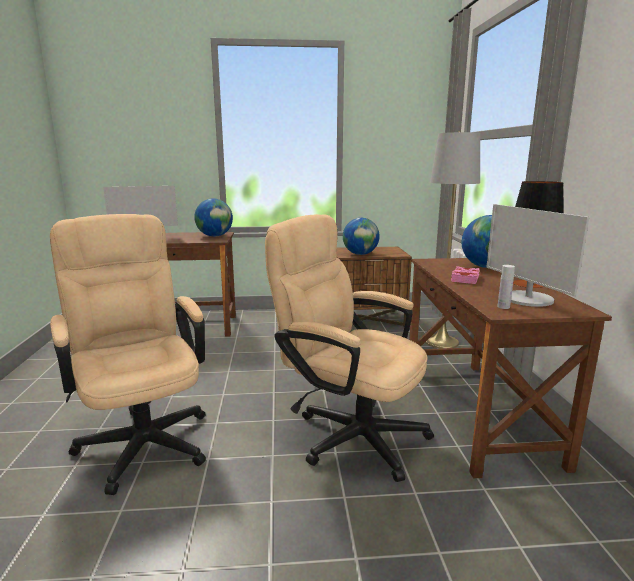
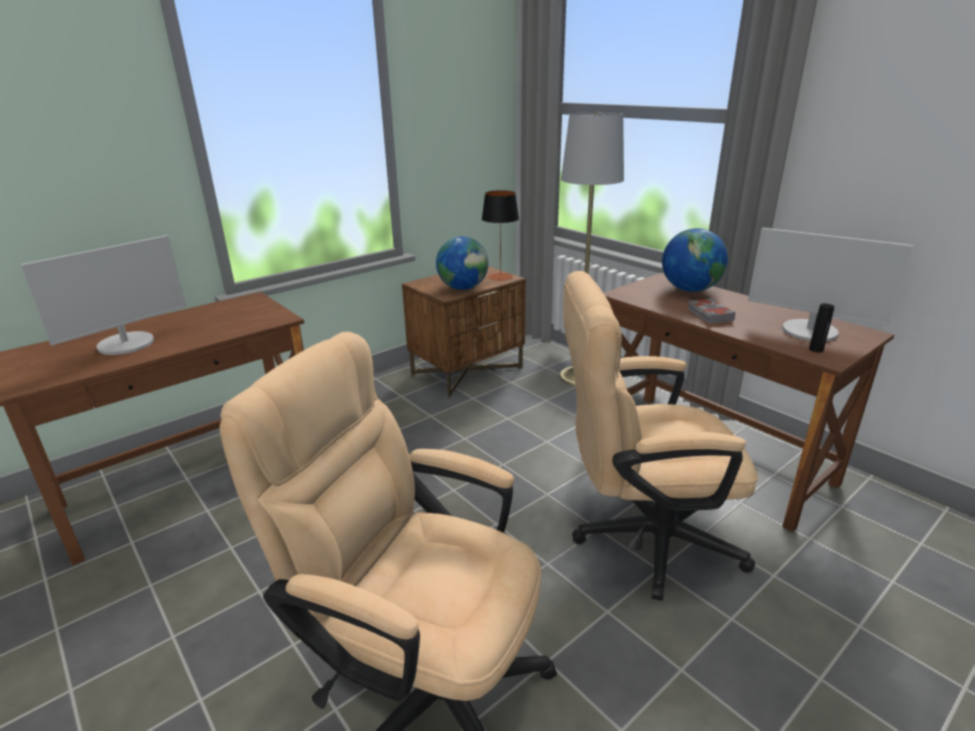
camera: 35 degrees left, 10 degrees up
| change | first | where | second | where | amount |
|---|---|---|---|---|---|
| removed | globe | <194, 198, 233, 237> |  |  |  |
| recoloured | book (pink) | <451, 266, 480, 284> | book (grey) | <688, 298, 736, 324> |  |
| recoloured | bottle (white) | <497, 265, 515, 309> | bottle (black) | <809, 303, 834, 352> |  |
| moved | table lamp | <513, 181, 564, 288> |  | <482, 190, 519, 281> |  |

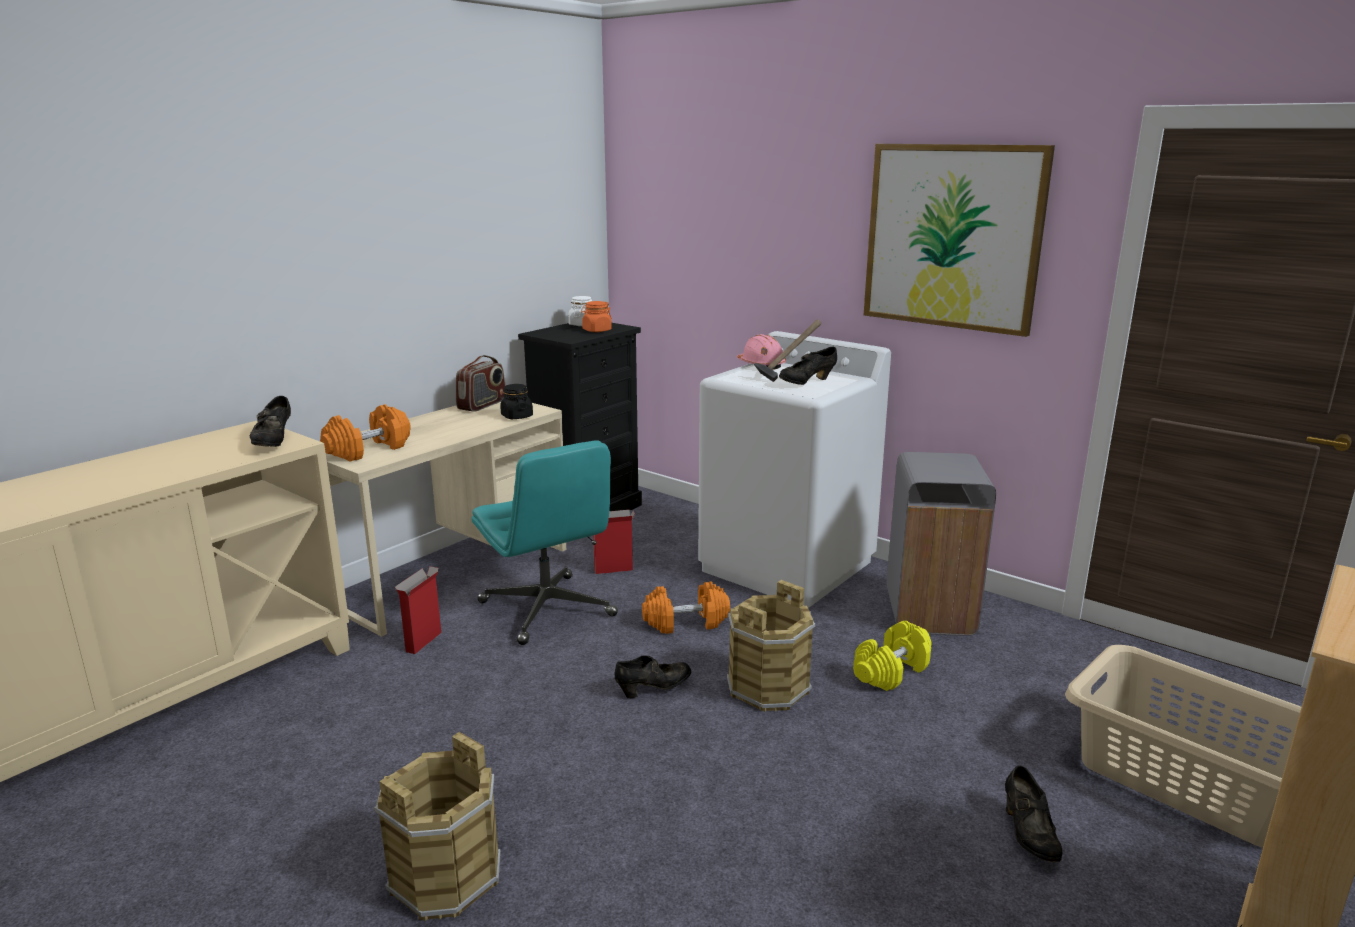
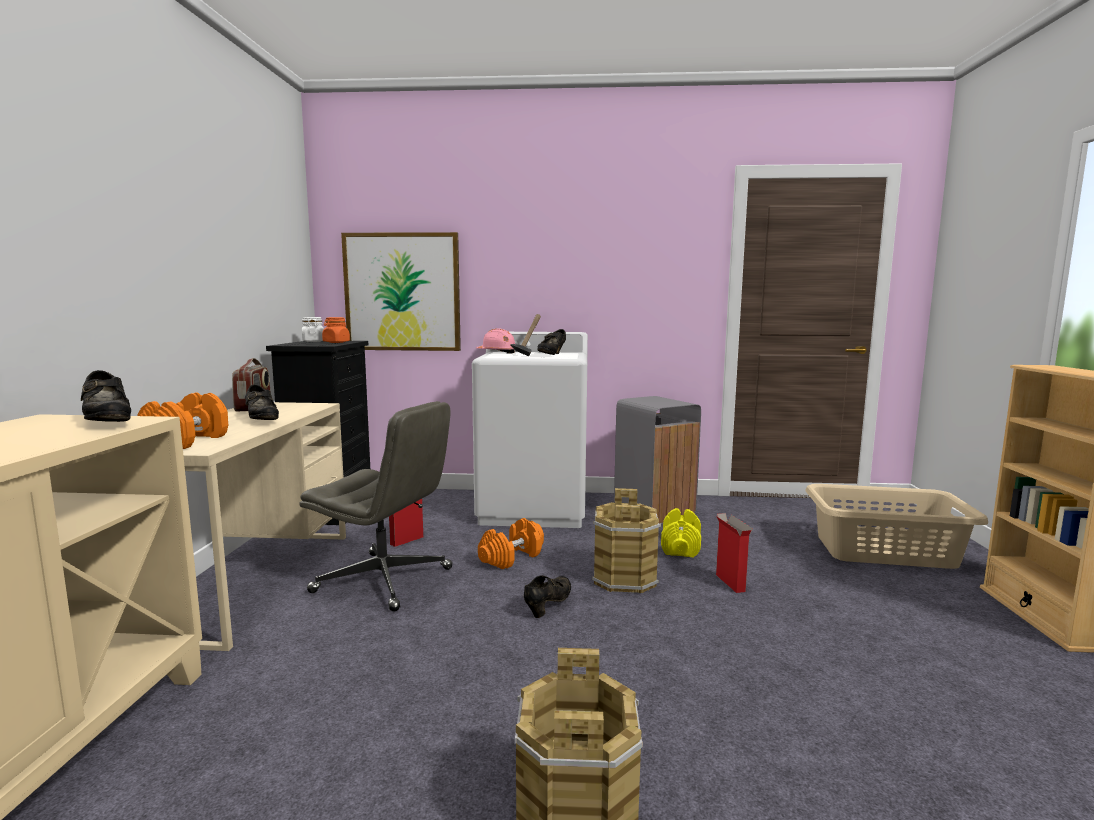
camera: 35 degrees left, 10 degrees down
| change | first | where | second | where | amount |
|---|---|---|---|---|---|
| moved | cardboard box | <395, 566, 441, 654> |  | <716, 513, 753, 593> |  |
| recoloured | office chair (turquoise) | <471, 440, 618, 645> | office chair (grey) | <299, 401, 453, 611> |  |
| removed | jar (black) | <500, 384, 533, 419> |  |  |  |
| moved | picture | <864, 144, 1055, 337> |  | <341, 232, 461, 351> |  |
| moved | shoe (black) | <1005, 766, 1062, 862> |  | <245, 385, 279, 420> |  |

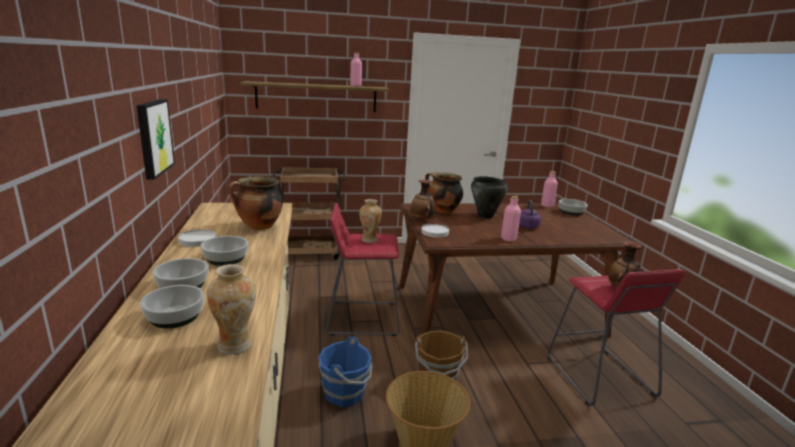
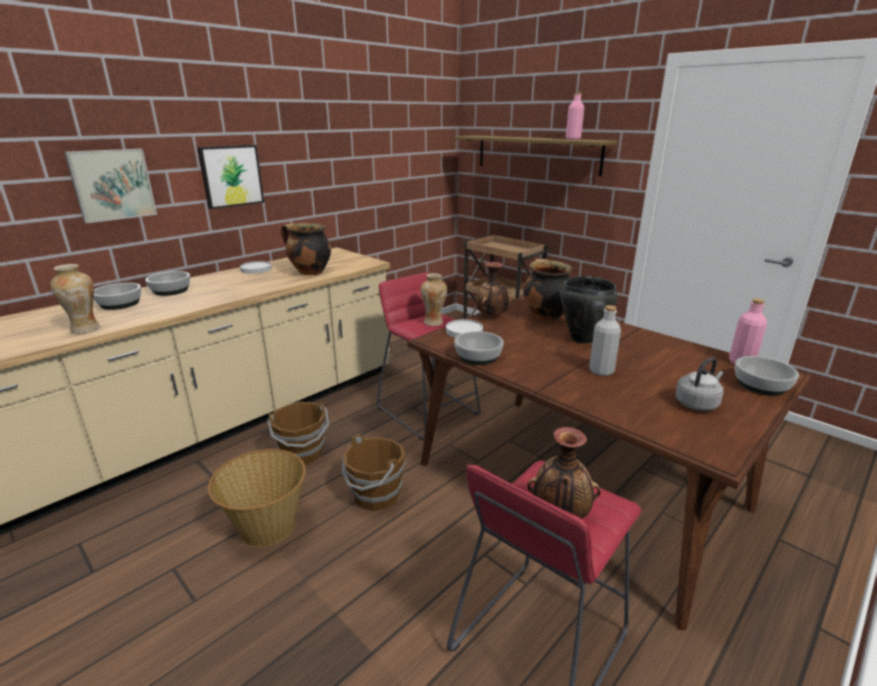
camera: 55 degrees right, 5 degrees up
| change | first | where | second | where | amount |
|---|---|---|---|---|---|
| moved | bowl | <201, 236, 248, 266> |  | <454, 331, 504, 365> |  |
| recoloured | bucket (blue) | <318, 337, 373, 407> | bucket (brown) | <267, 402, 329, 464> |  |
| removed | bottle (pink) | <501, 196, 521, 242> |  |  |  |
| replaced | kettle (purple) | <519, 200, 541, 229> | bottle (grey) | <589, 305, 621, 376> |  |
| added |  |  | picture | <64, 149, 157, 223> |  |
| added |  |  | kettle (grey) | <675, 357, 724, 411> |  |

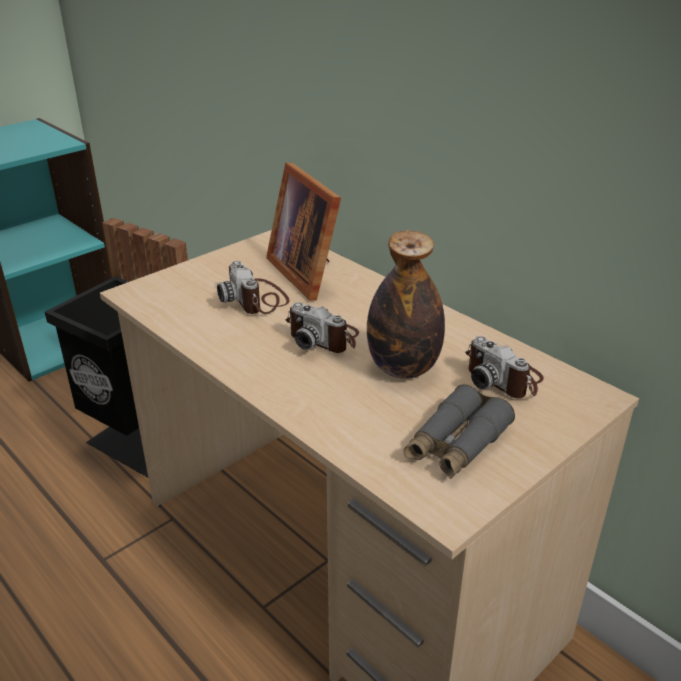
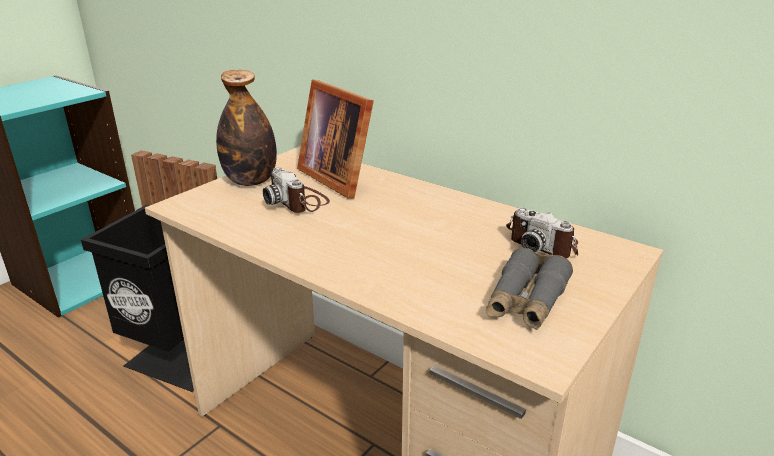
camera: 10 degrees left, 5 degrees down
| change | first | where | second | where | amount |
|---|---|---|---|---|---|
| removed | photo camera | <286, 302, 359, 353> |  |  |  |
| moved | bottle | <367, 231, 445, 379> |  | <216, 70, 277, 186> |  |

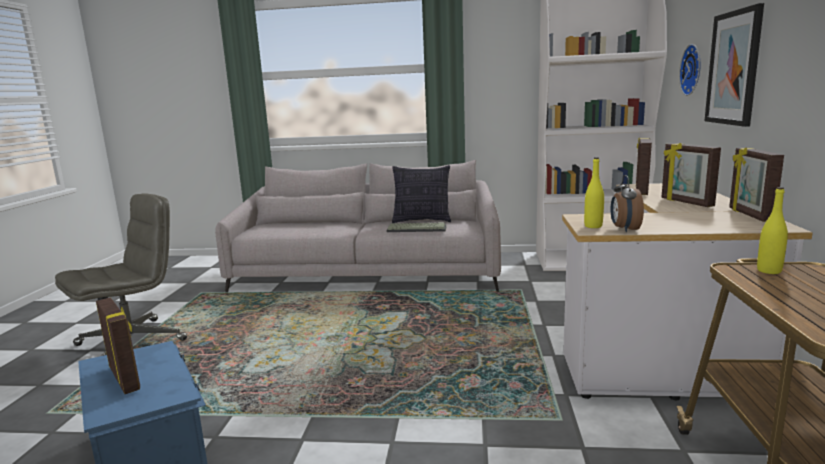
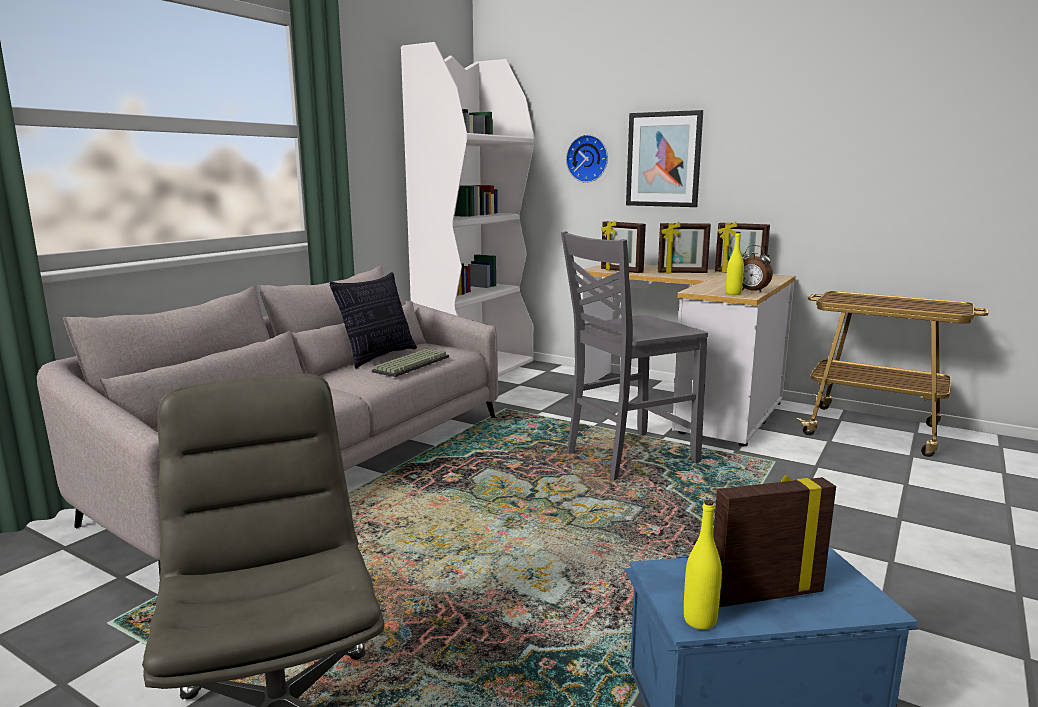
camera: 65 degrees left, 0 degrees up
| change | first | where | second | where | amount |
|---|---|---|---|---|---|
| moved | bottle (yellow) | <757, 187, 788, 274> |  | <684, 499, 722, 630> |  |
| added |  |  | chair (grey) | <561, 231, 708, 481> |  |

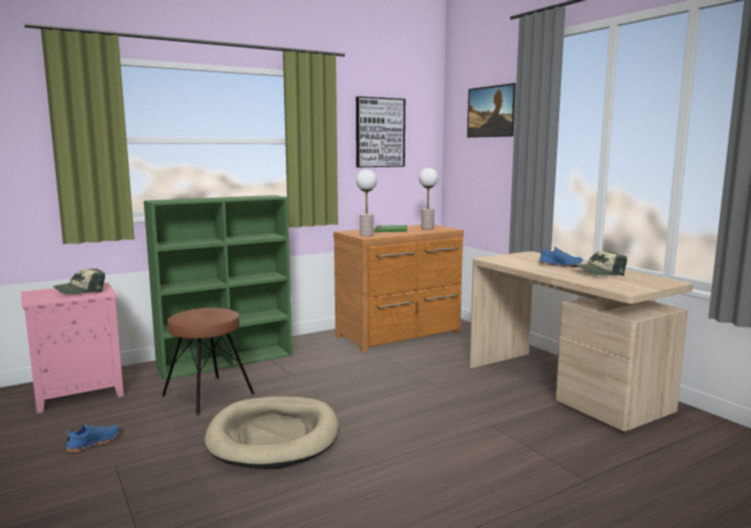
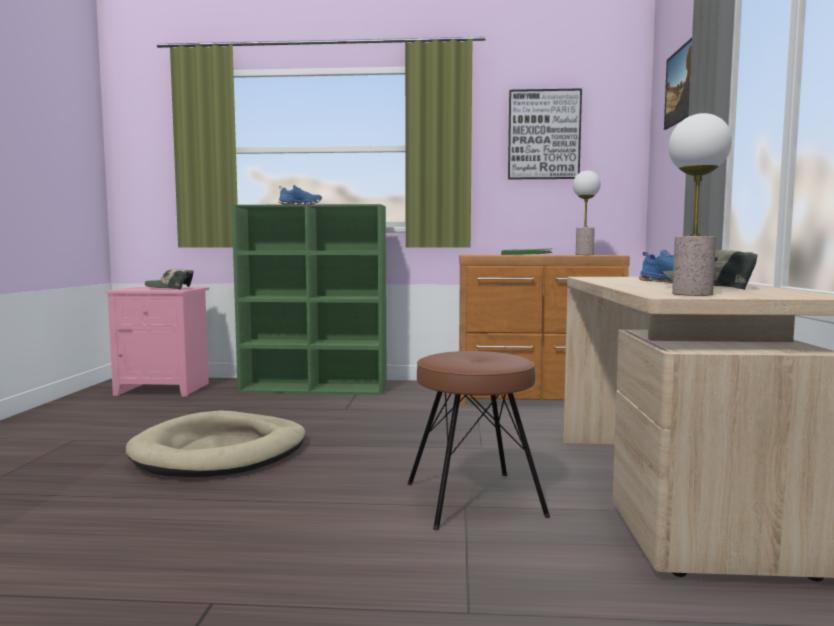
camera: 35 degrees right, 5 degrees down
| change | first | where | second | where | amount |
|---|---|---|---|---|---|
| moved | shoe (blue) | <65, 424, 120, 453> |  | <279, 185, 322, 205> |  |
| moved | stool (brown) | <162, 308, 255, 416> |  | <408, 351, 550, 530> |  |
| moved | table lamp | <356, 169, 377, 236> |  | <669, 113, 732, 296> |  |

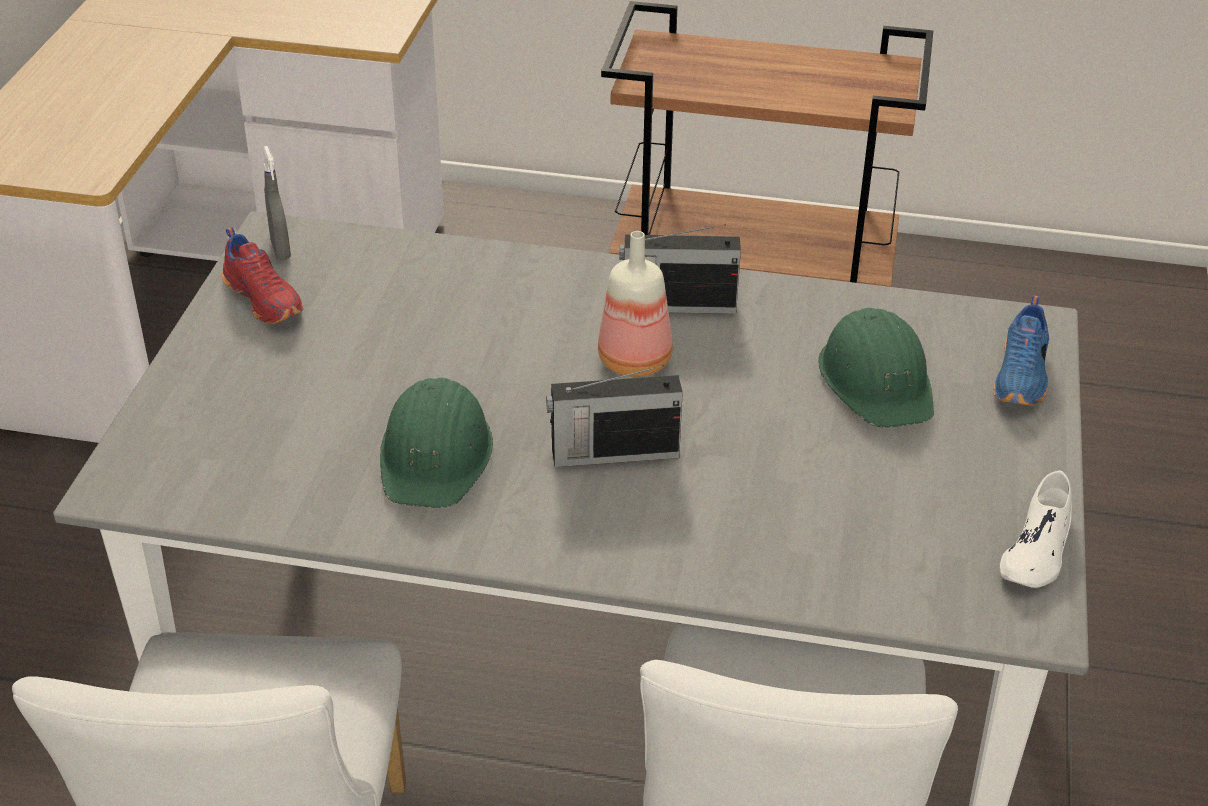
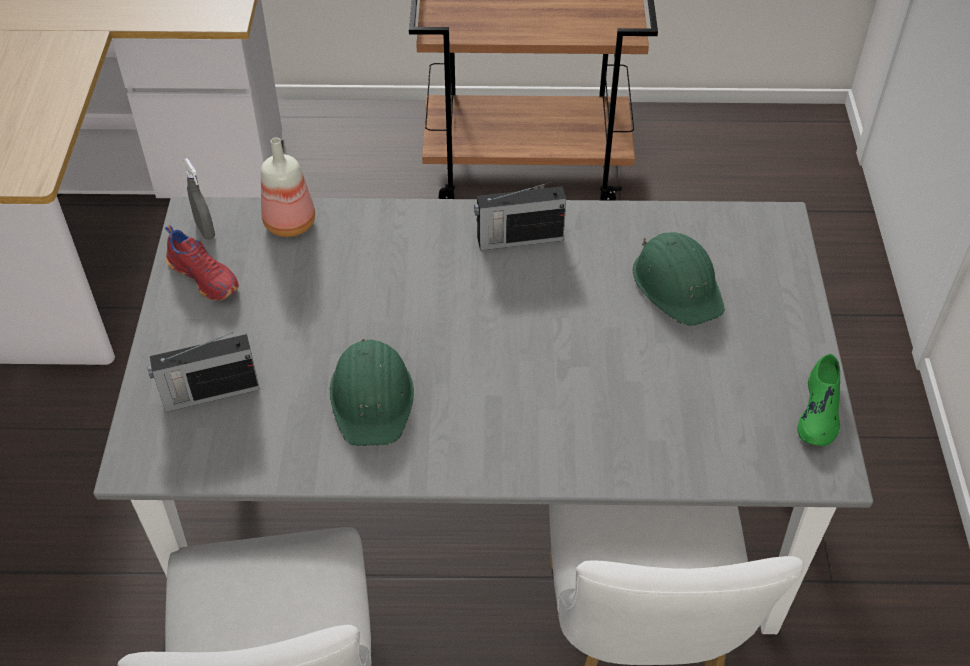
camera: 10 degrees left, 10 degrees up
| change | first | where | second | where | amount |
|---|---|---|---|---|---|
| moved | radio | <546, 365, 683, 467> |  | <147, 332, 260, 412> |  |
| moved | bottle | <598, 231, 673, 377> |  | <261, 138, 315, 237> |  |
| removed | shoe (blue) | <993, 295, 1049, 405> |  |  |  |
| recoloured | shoe (white) | <999, 470, 1072, 588> | shoe (green) | <798, 354, 840, 446> |  |

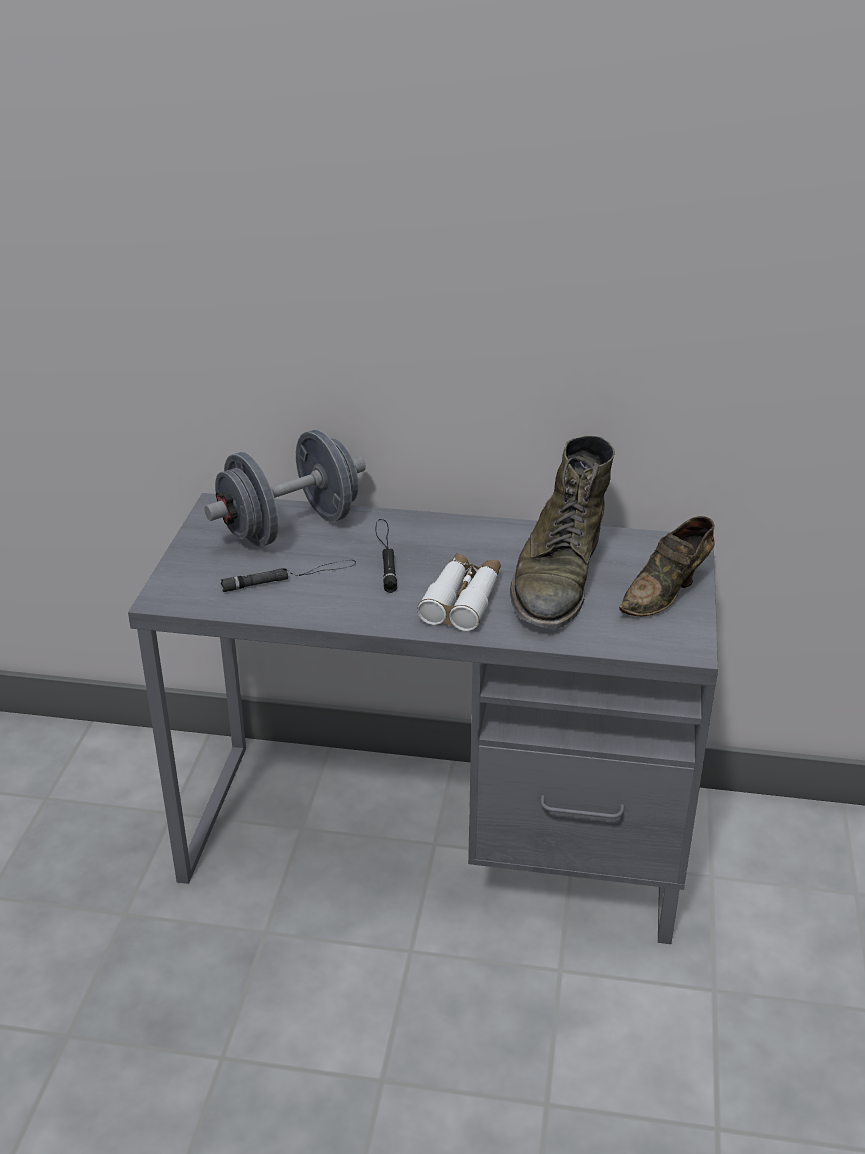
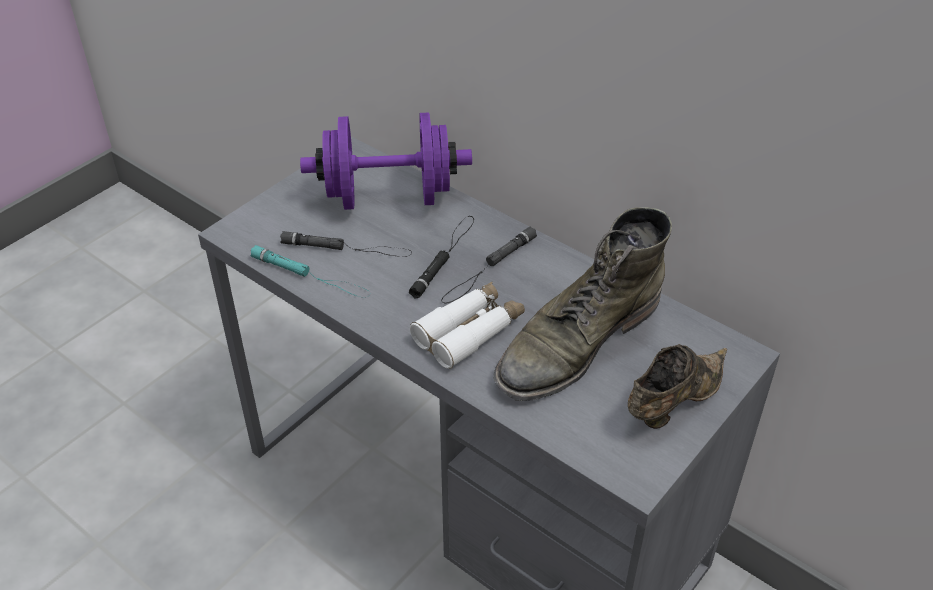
camera: 30 degrees right, 10 degrees up
| change | first | where | second | where | amount |
|---|---|---|---|---|---|
| recoloured | dumbbell (grey) | <204, 430, 366, 547> | dumbbell (purple) | <300, 112, 472, 210> |  |
| turned | shoe (brown) | <619, 516, 715, 616> |  | <628, 344, 727, 429> | 150 degrees clockwise |
| added |  |  | flashlight (turquoise) | <250, 245, 371, 298> |  |
| added |  |  | flashlight (black) | <441, 226, 537, 303> |  |

